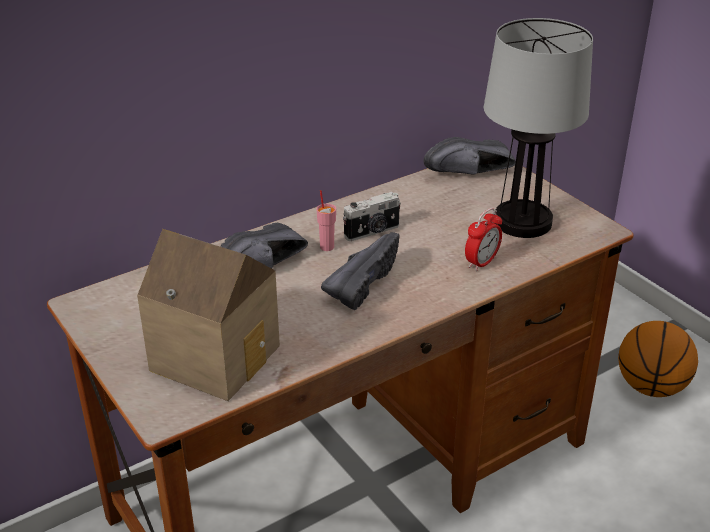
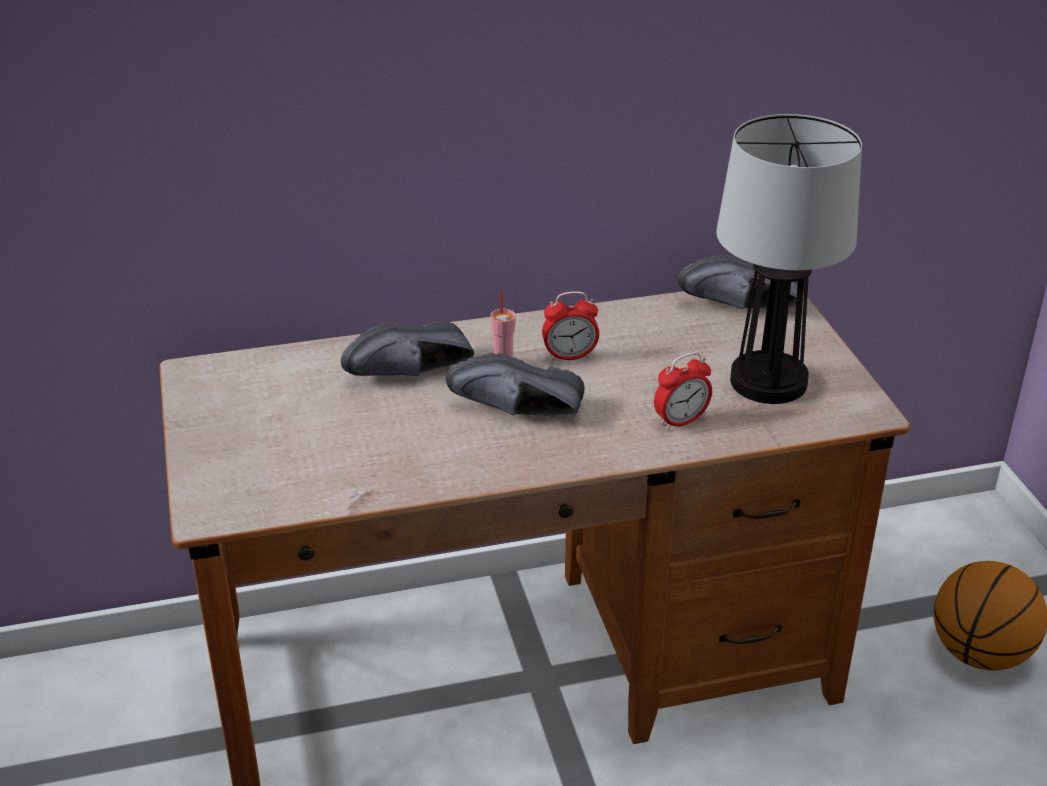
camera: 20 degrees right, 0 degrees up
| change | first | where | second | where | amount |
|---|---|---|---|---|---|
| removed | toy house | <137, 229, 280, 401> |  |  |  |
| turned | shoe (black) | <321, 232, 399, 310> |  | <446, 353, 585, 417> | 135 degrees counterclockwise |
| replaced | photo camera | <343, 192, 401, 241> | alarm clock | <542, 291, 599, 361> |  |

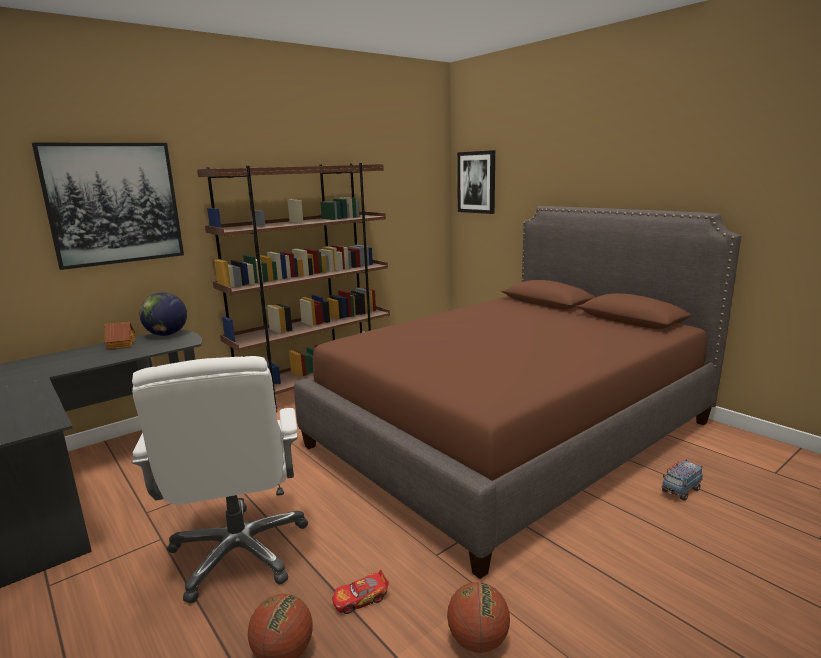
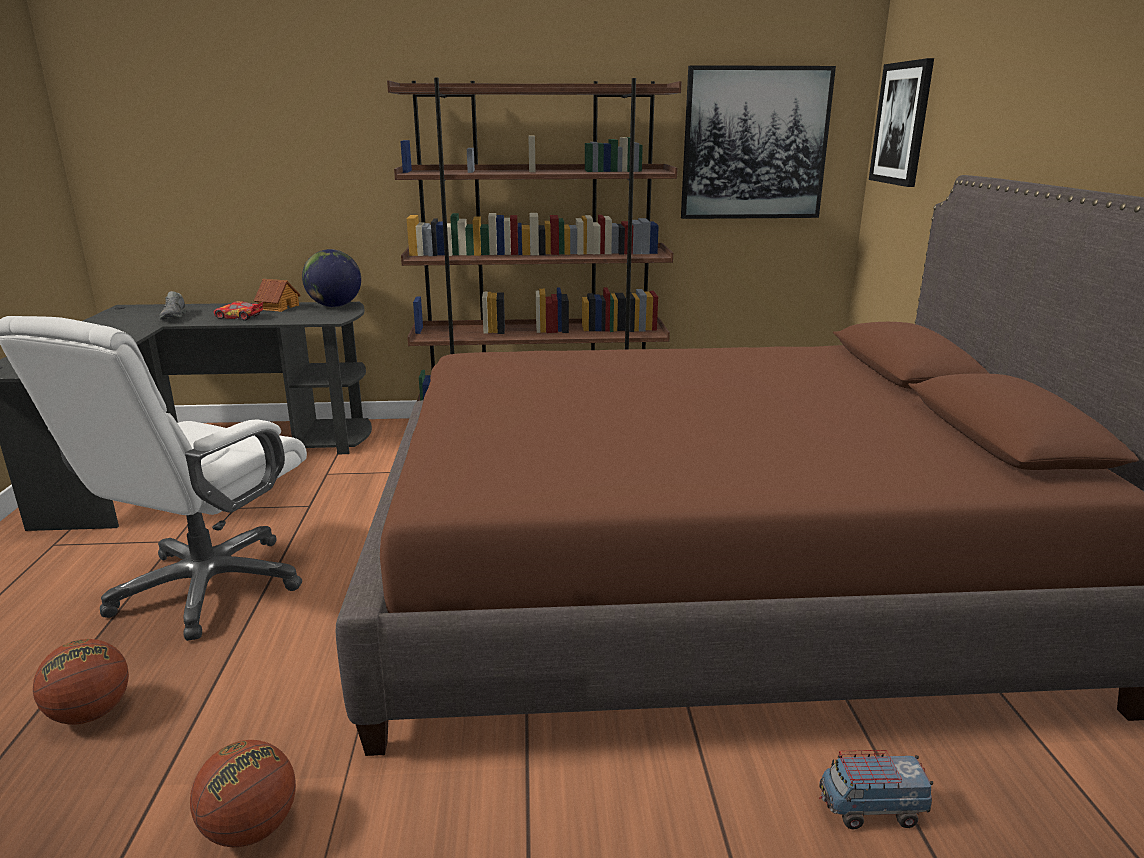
camera: 35 degrees right, 5 degrees up
| change | first | where | second | where | amount |
|---|---|---|---|---|---|
| moved | picture | <32, 143, 184, 270> |  | <681, 65, 836, 219> |  |
| moved | toy car | <332, 570, 389, 614> |  | <214, 301, 263, 321> |  |
| added |  |  | shoe (grey) | <159, 291, 188, 320> |  |

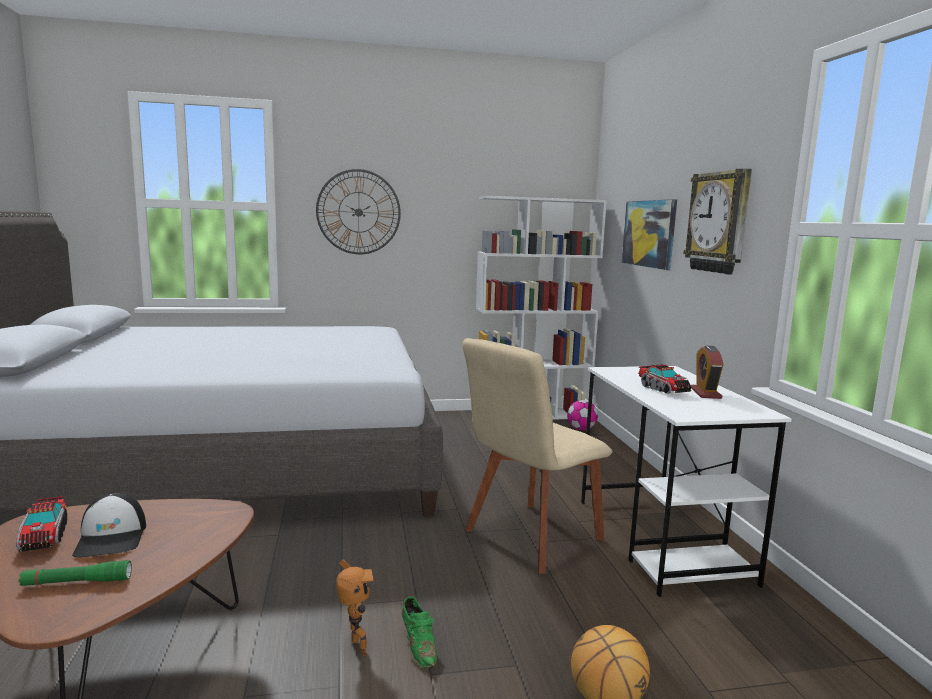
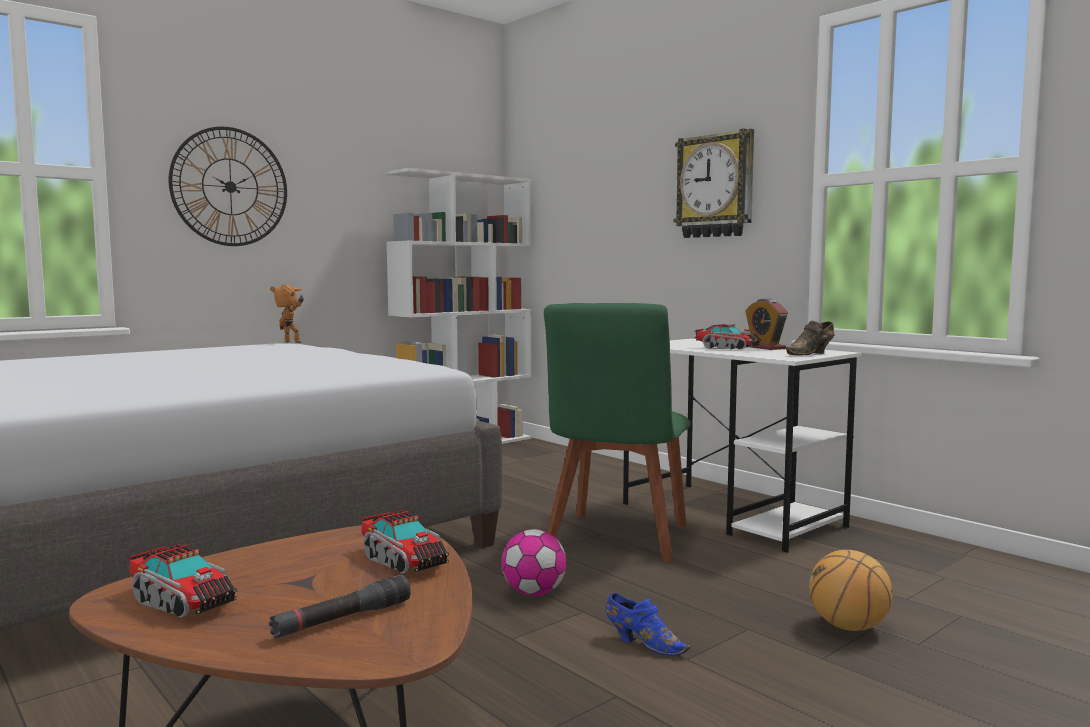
camera: 30 degrees left, 5 degrees down
| change | first | where | second | where | amount |
|---|---|---|---|---|---|
| recoloured | flashlight (green) | <18, 560, 132, 586> | flashlight (black) | <269, 575, 411, 638> |  |
| removed | cap | <72, 493, 146, 557> |  |  |  |
| moved | toy robot | <336, 560, 374, 656> |  | <270, 284, 304, 343> |  |
| recoloured | shoe (green) | <402, 596, 437, 669> | shoe (blue) | <606, 593, 690, 656> |  |
| recoloured | chair (beige) | <462, 338, 612, 574> | chair (green) | <544, 303, 691, 563> |  |
| moved | football | <567, 400, 598, 430> |  | <501, 529, 566, 596> |  |
| removed | picture | <622, 199, 677, 270> |  |  |  |
| added |  |  | toy truck | <360, 510, 449, 573> |  |
| added |  |  | shoe (brown) | <786, 321, 835, 355> |  |

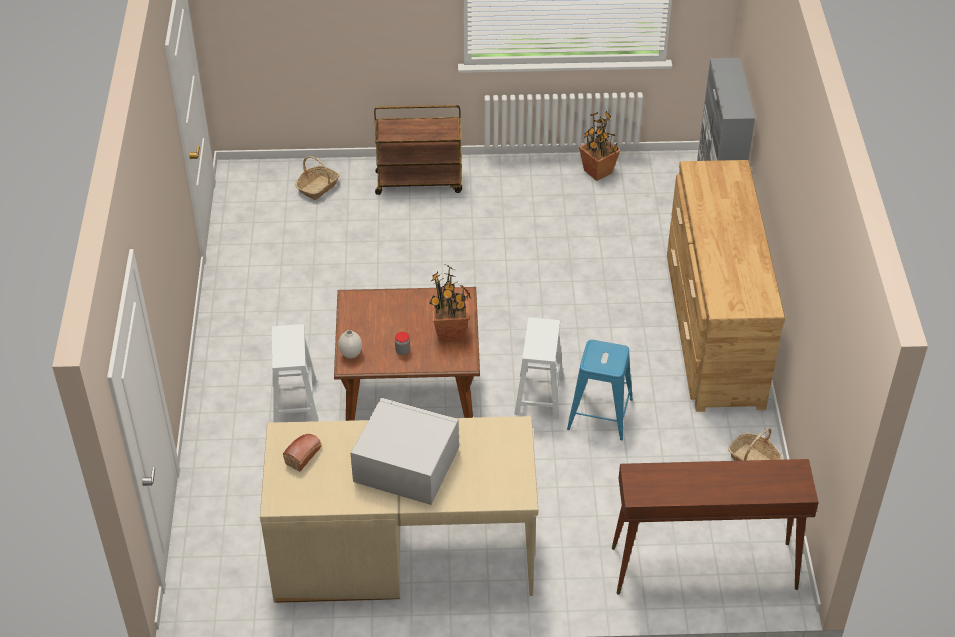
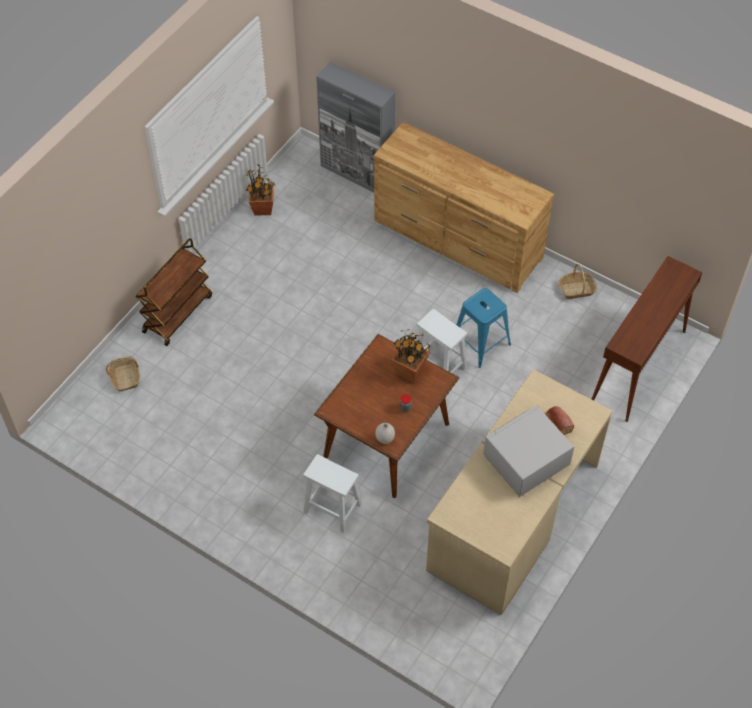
camera: 55 degrees left, 10 degrees up
| change | first | where | second | where | amount |
|---|---|---|---|---|---|
| moved | bread | <283, 434, 322, 472> |  | <546, 406, 574, 435> |  |

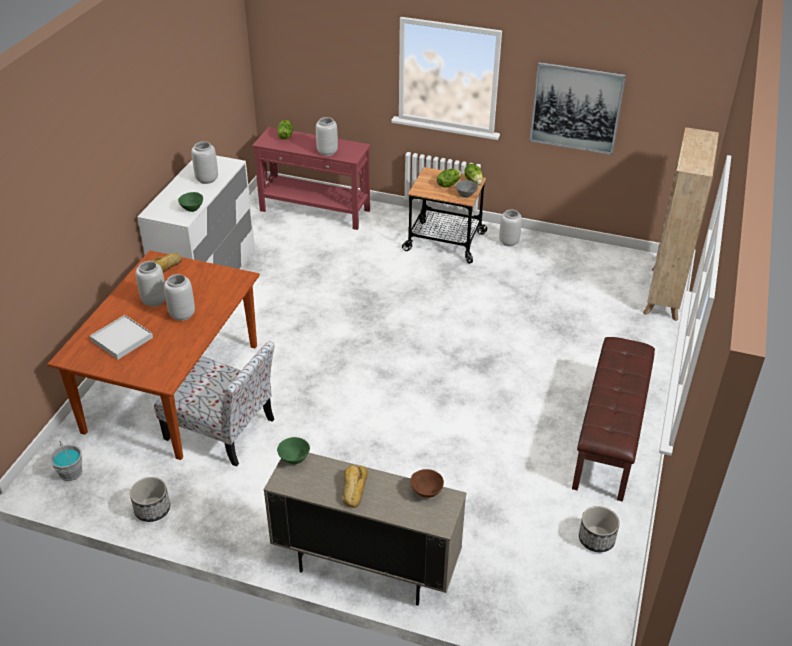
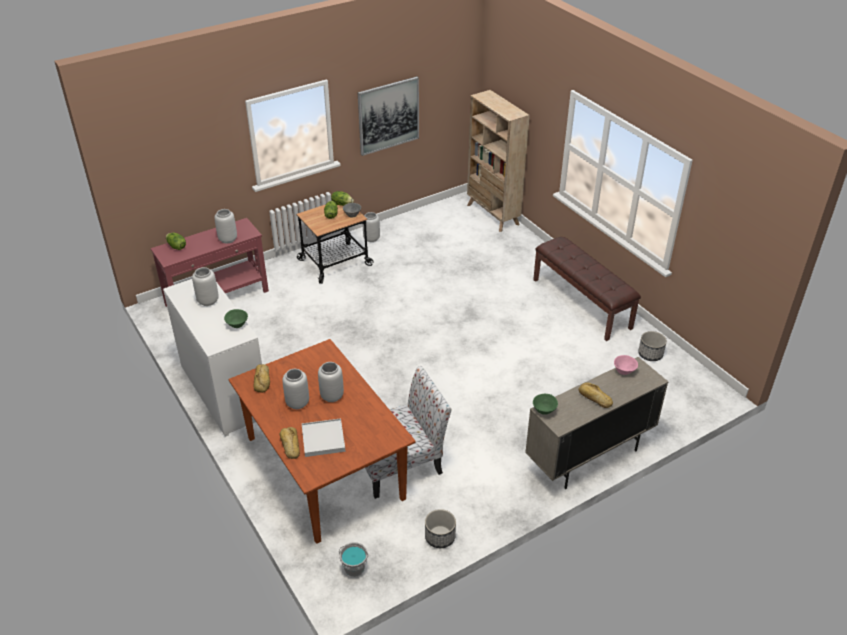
camera: 50 degrees left, 0 degrees up
| change | first | where | second | where | amount |
|---|---|---|---|---|---|
| recoloured | bowl (brown) | <410, 469, 444, 498> | bowl (pink) | <614, 355, 638, 375> |  |
| added |  |  | bread | <280, 427, 300, 459> |  |

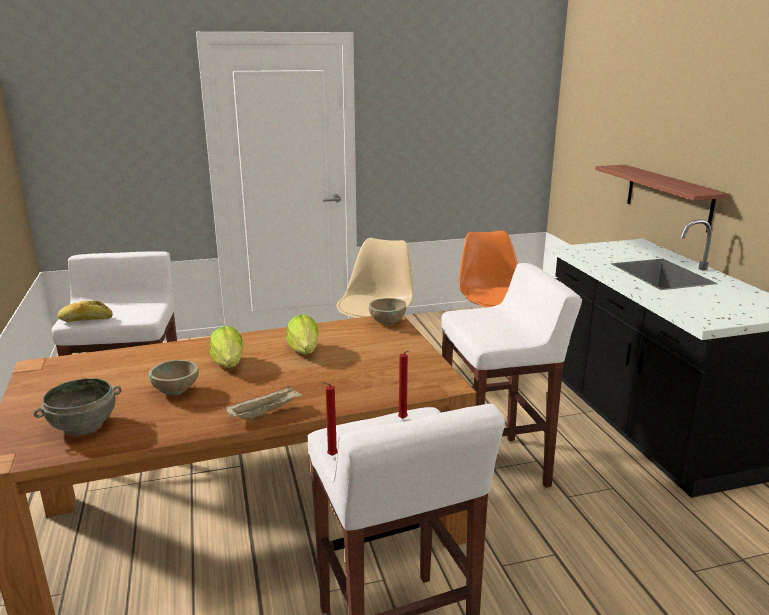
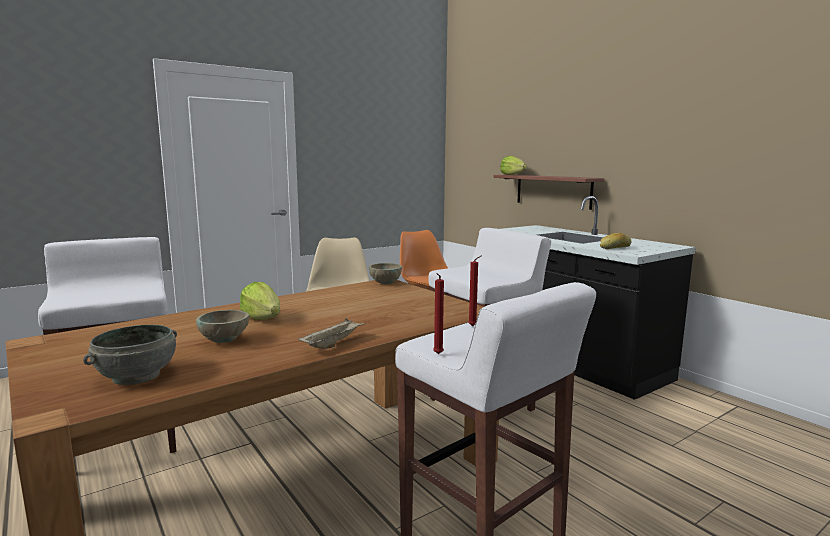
camera: 20 degrees left, 10 degrees down
| change | first | where | second | where | amount |
|---|---|---|---|---|---|
| moved | bread | <58, 301, 113, 322> |  | <600, 233, 631, 249> |  |
| moved | lettuce | <287, 315, 319, 354> |  | <500, 156, 527, 175> |  |

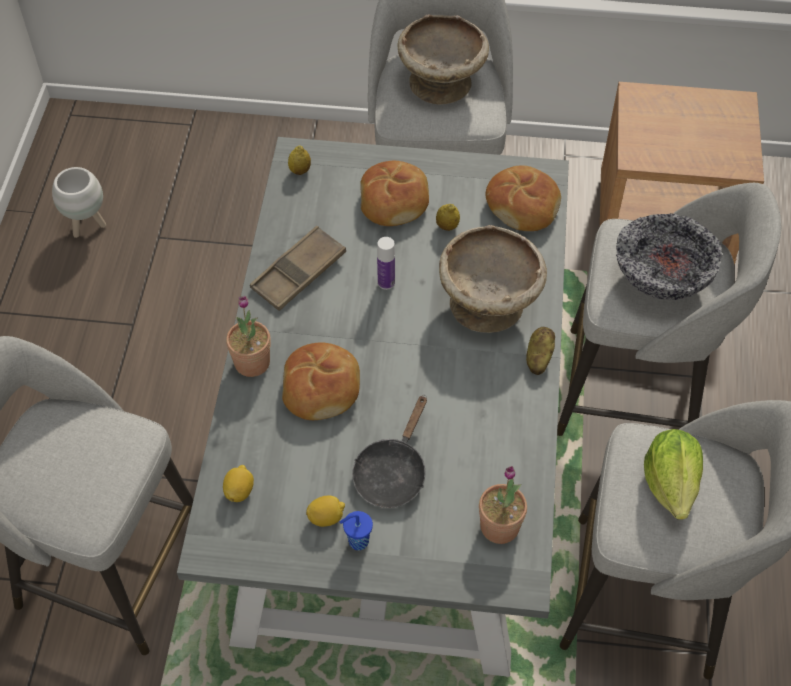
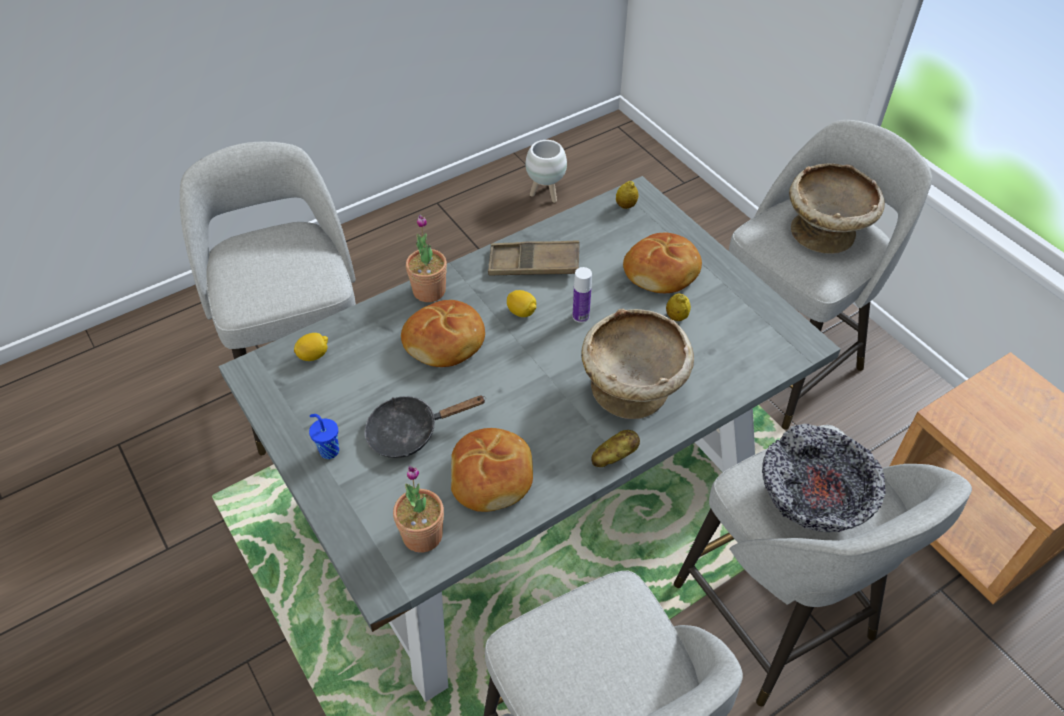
camera: 50 degrees right, 5 degrees down
| change | first | where | second | where | amount |
|---|---|---|---|---|---|
| moved | lemon | <306, 496, 345, 527> |  | <507, 290, 537, 317> |  |
| moved | bread | <486, 166, 561, 231> |  | <451, 428, 533, 512> |  |
| removed | lettuce | <644, 429, 703, 520> |  |  |  |

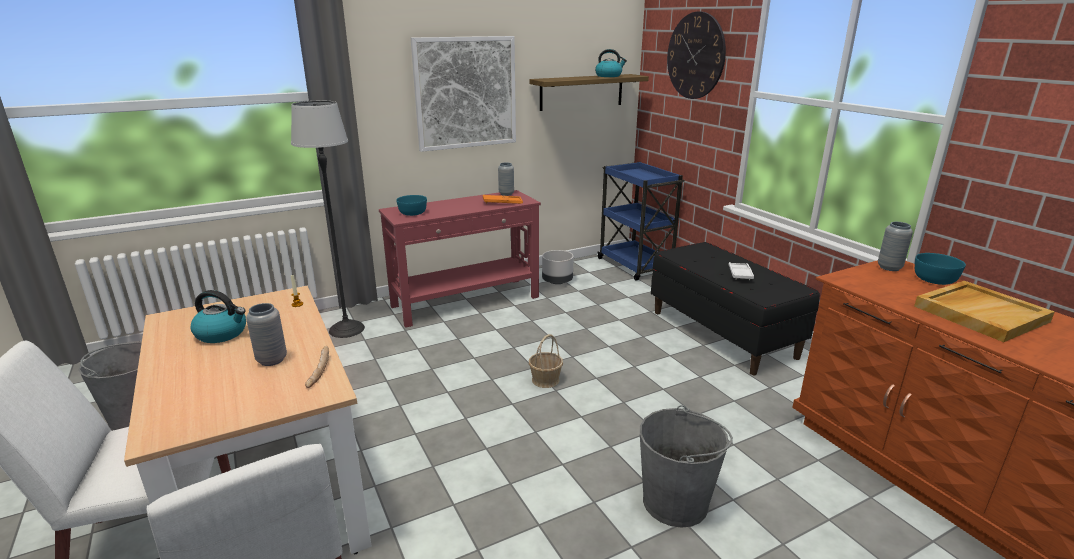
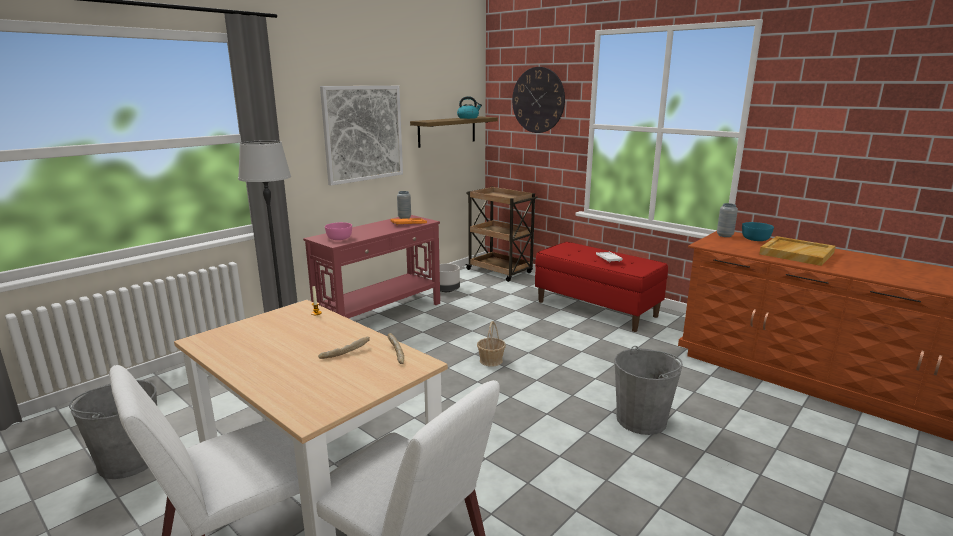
camera: 20 degrees left, 5 degrees down
| change | first | where | second | where | amount |
|---|---|---|---|---|---|
| removed | kettle | <191, 290, 246, 343> |  |  |  |
| replaced | vase (grey) | <246, 303, 287, 366> | bread | <318, 336, 370, 359> |  |
| recoloured | bowl (turquoise) | <396, 195, 427, 216> | bowl (pink) | <325, 222, 352, 240> |  |
| recoloured | cart (blue) | <597, 162, 685, 281> | cart (brown) | <465, 187, 538, 282> |  |
| recoloured | bench (black) | <651, 242, 820, 375> | bench (red) | <535, 242, 668, 332> |  |

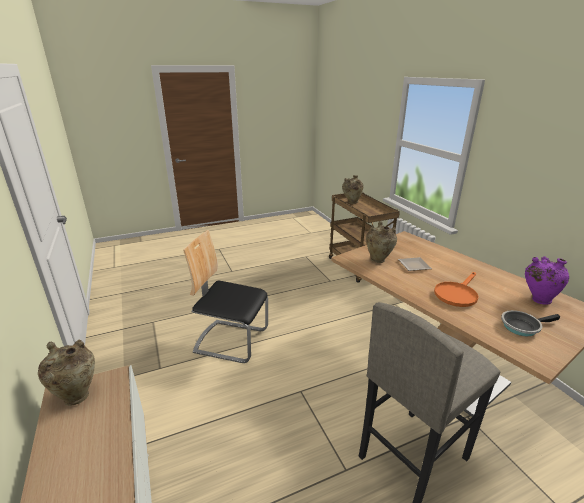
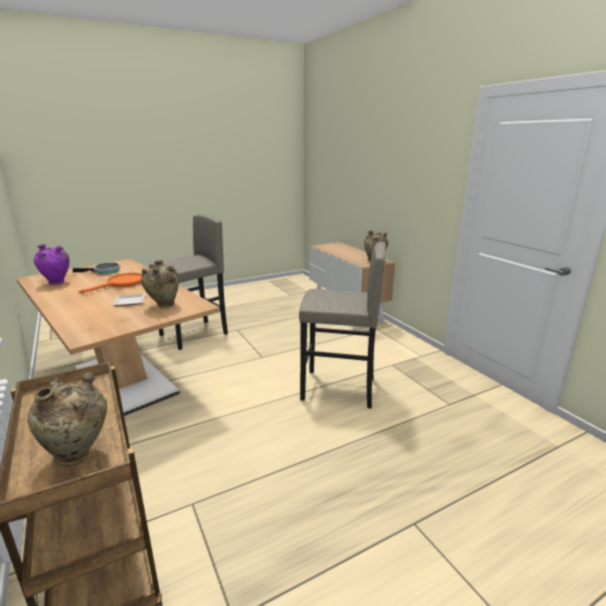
camera: 175 degrees right, 5 degrees down
| change | first | where | second | where | amount |
|---|---|---|---|---|---|
| replaced | chair | <183, 230, 268, 363> | stool (grey) | <299, 242, 386, 408> |  |

